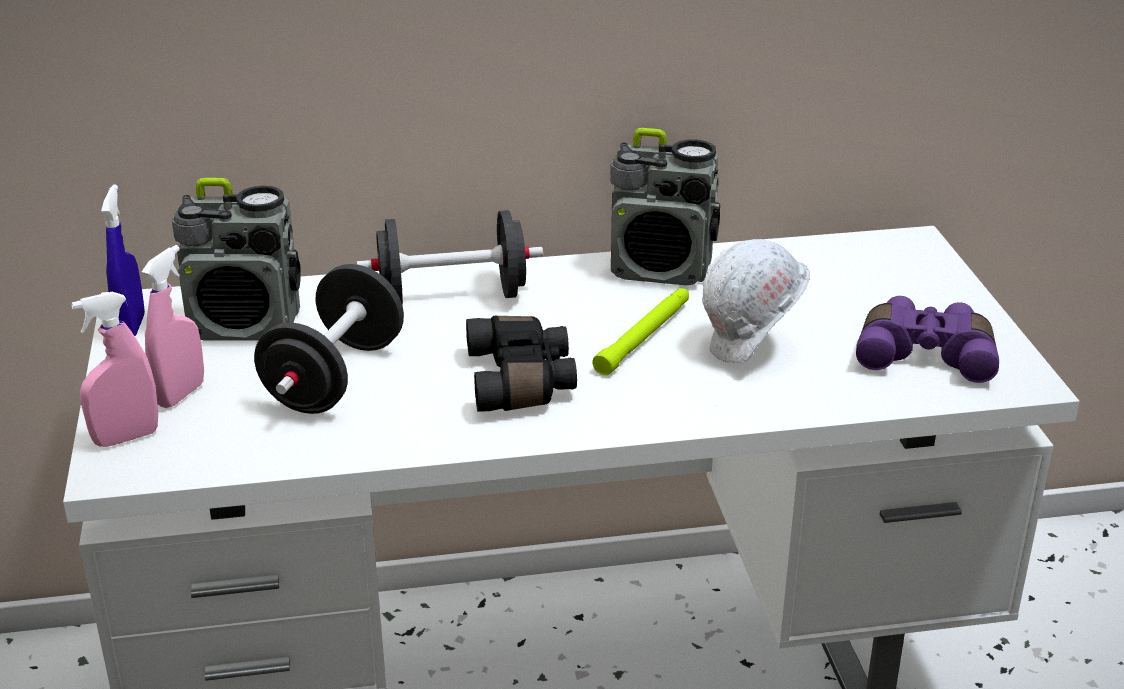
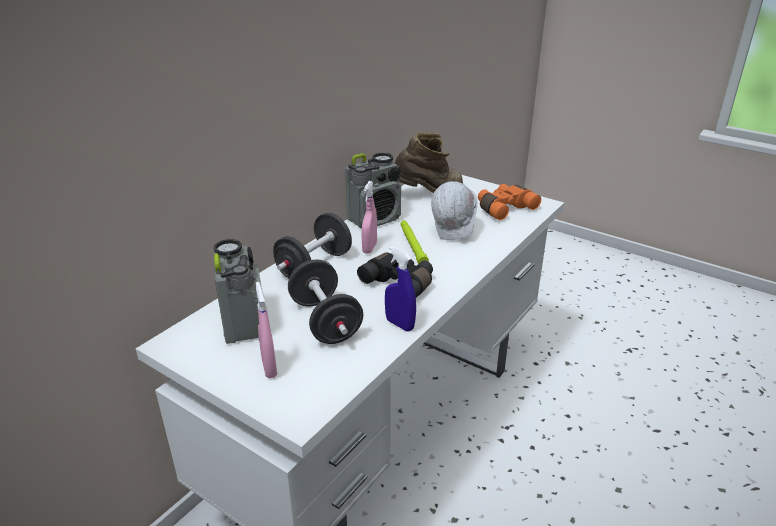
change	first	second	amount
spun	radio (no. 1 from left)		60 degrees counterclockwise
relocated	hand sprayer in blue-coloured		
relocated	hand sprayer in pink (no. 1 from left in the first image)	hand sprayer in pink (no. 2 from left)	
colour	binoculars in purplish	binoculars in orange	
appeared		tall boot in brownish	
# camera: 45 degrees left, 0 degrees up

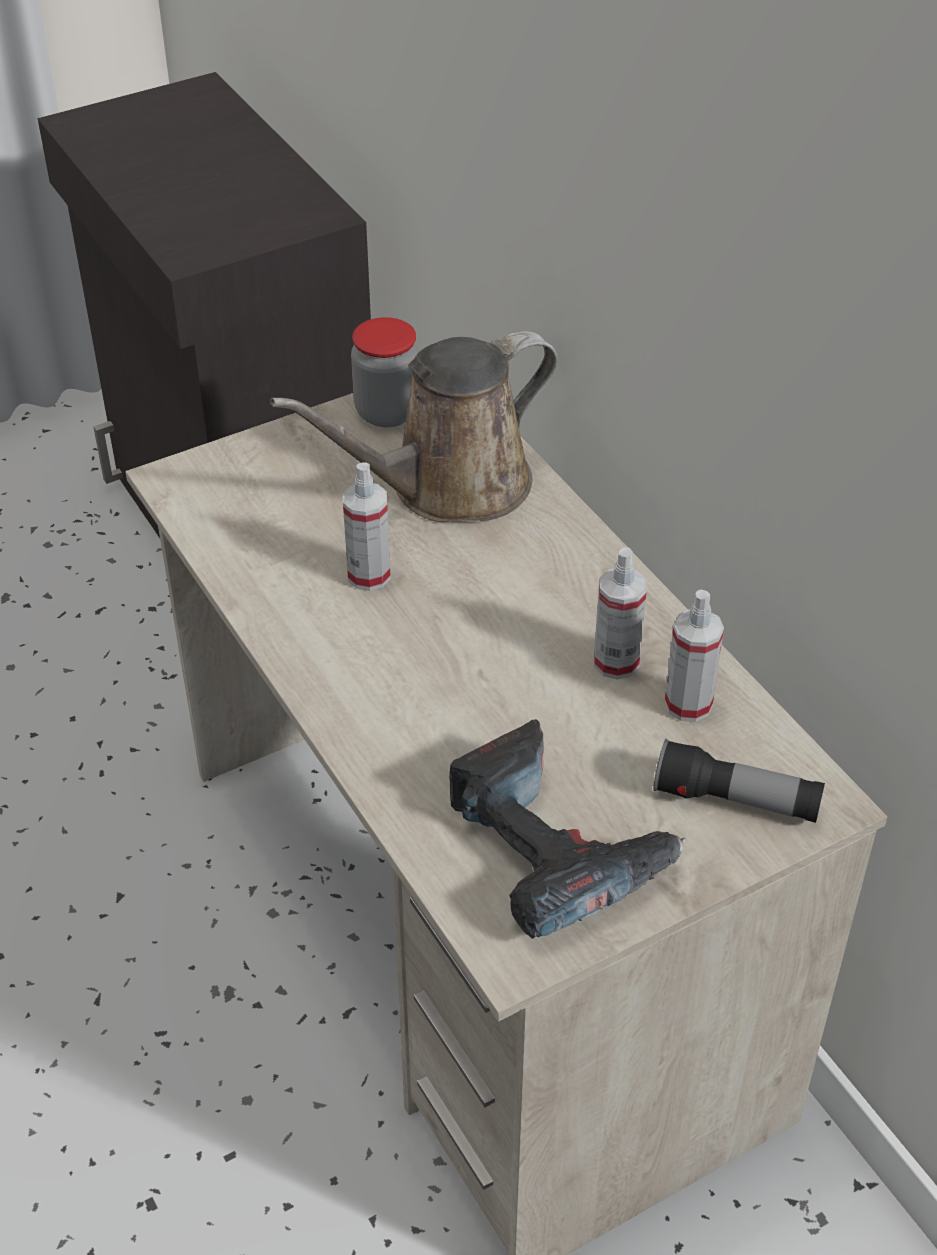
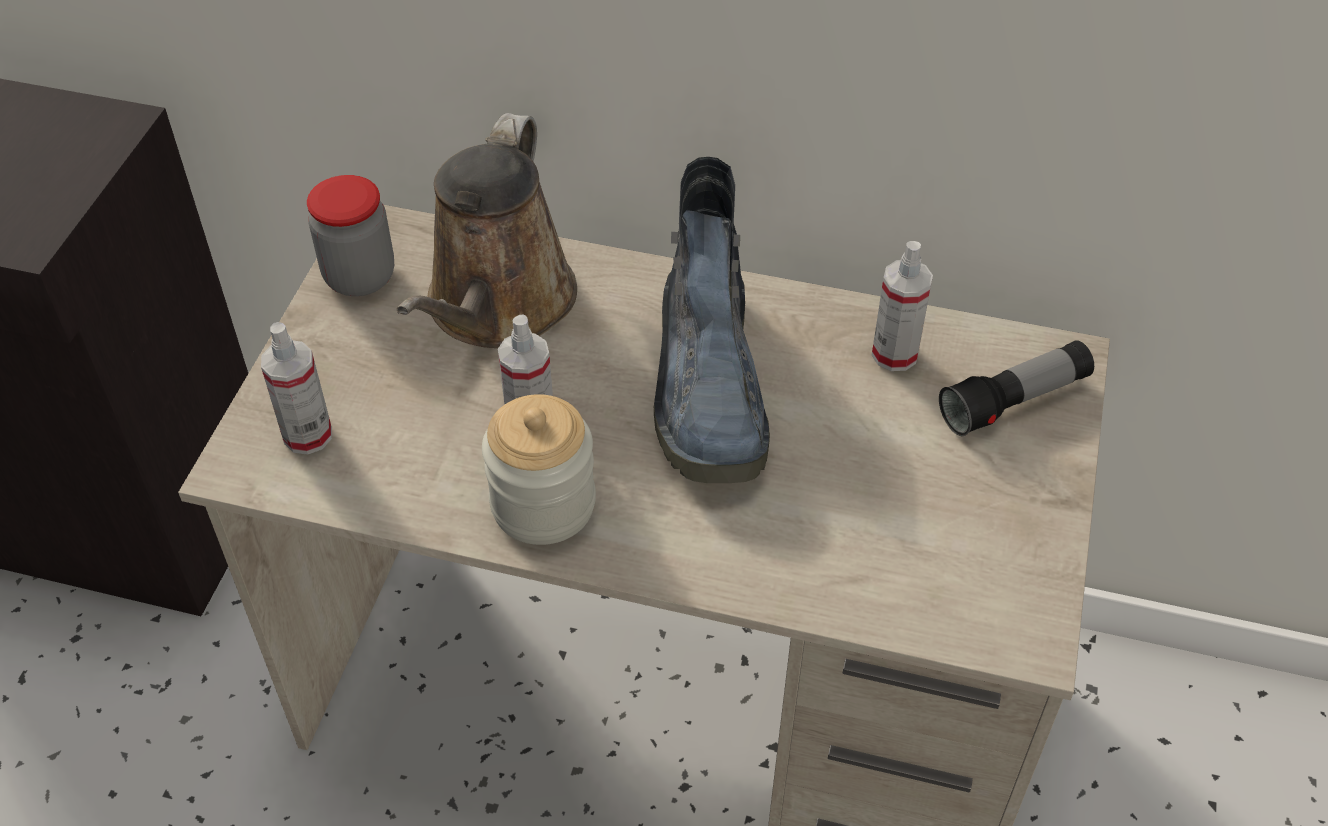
change	first	second	amount
relocated	hand sprayer (no. 2 from left in the first image)	hand sprayer (no. 1 from left)	
missing	drill		
appeared		tall boot	
appeared		jar (no. 2 from left)	
# camera: 45 degrees left, 5 degrees up

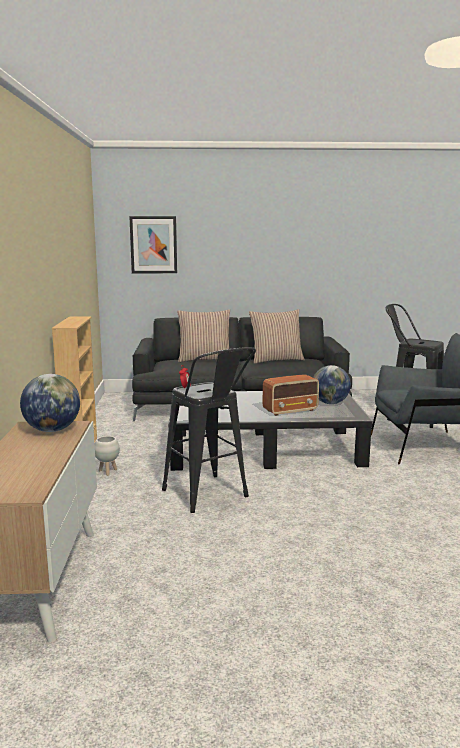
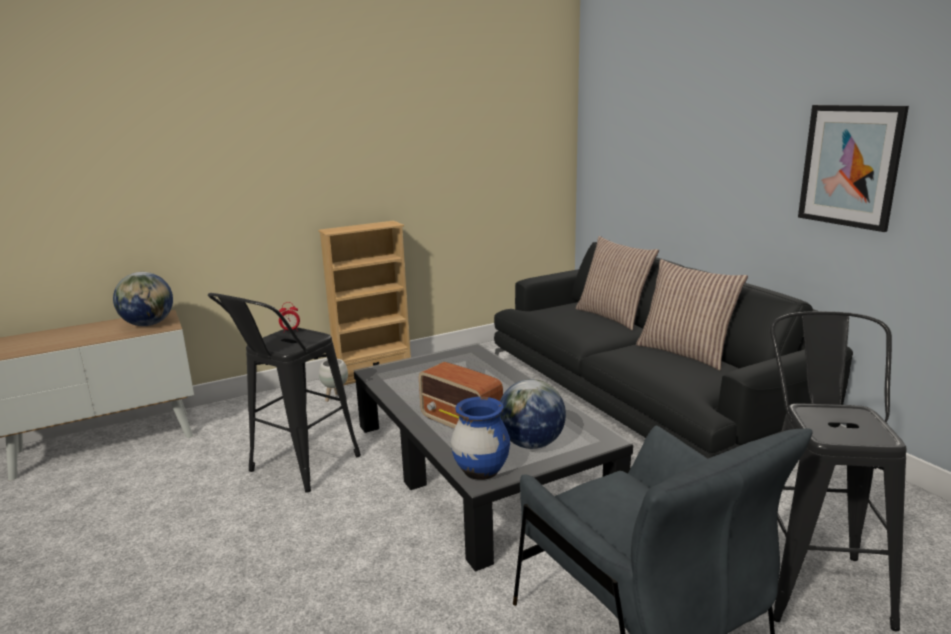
change	first	second	amount
relocated	wall art		
appeared		flower vase in blue-coloured	
# camera: 65 degrees right, 5 degrees up

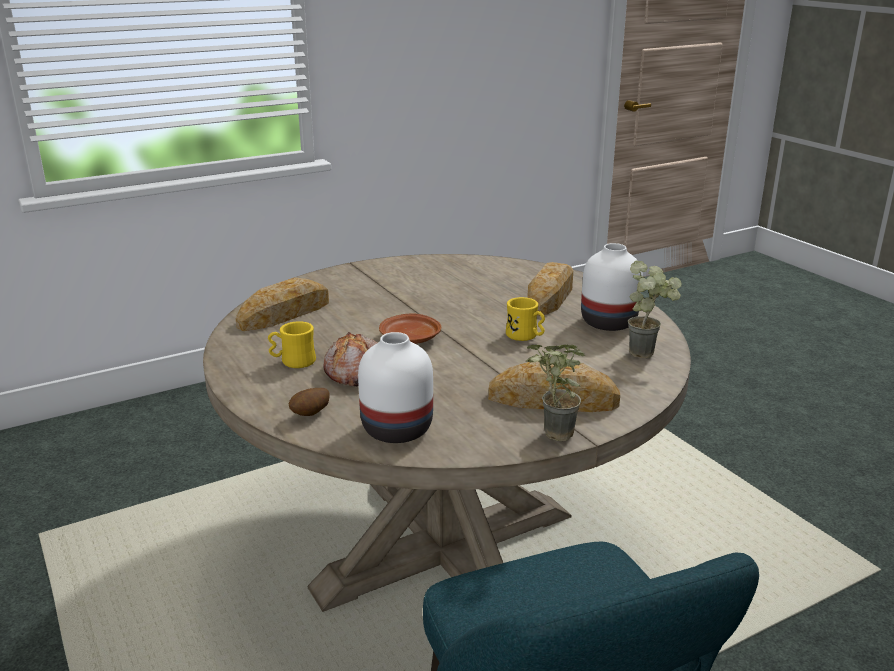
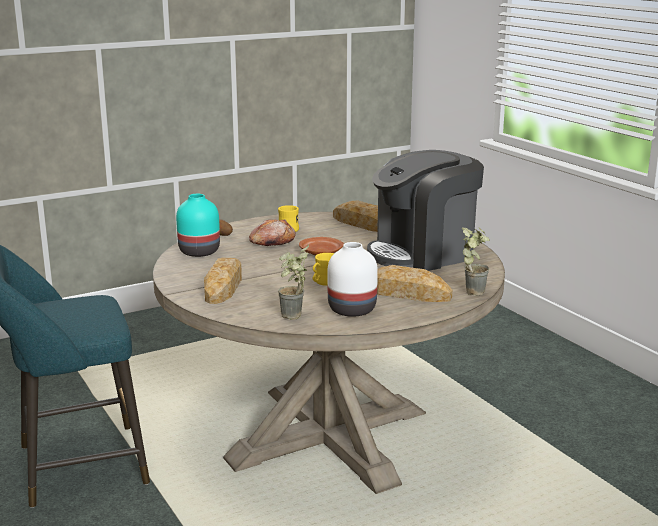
change	first	second	amount
colour	flower vase in whitish (no. 1 from left)	flower vase in turquoise-coloured	
relocated	houseplant (no. 1 from left in the first image)	houseplant (no. 2 from left)	
appeared		coffee brewer	
# camera: 90 degrees right, 5 degrees down

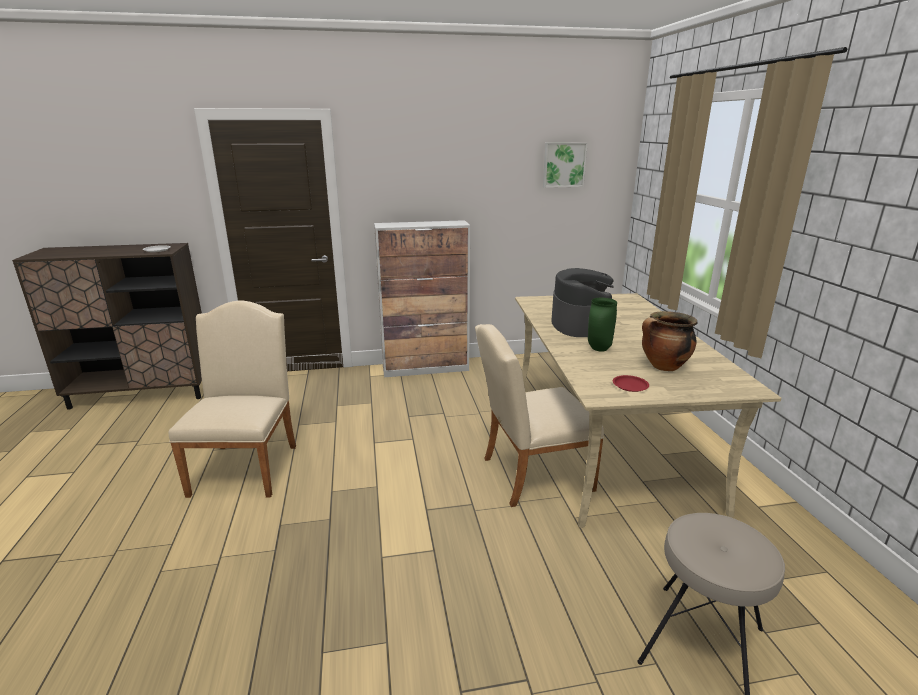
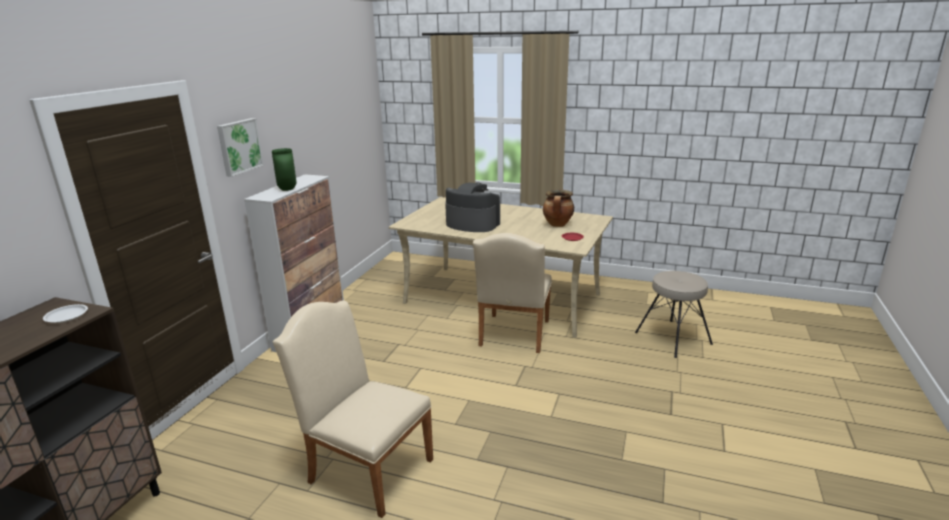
change	first	second	amount
relocated	wall art		
relocated	flower vase in green		
# camera: 60 degrees left, 0 degrees up

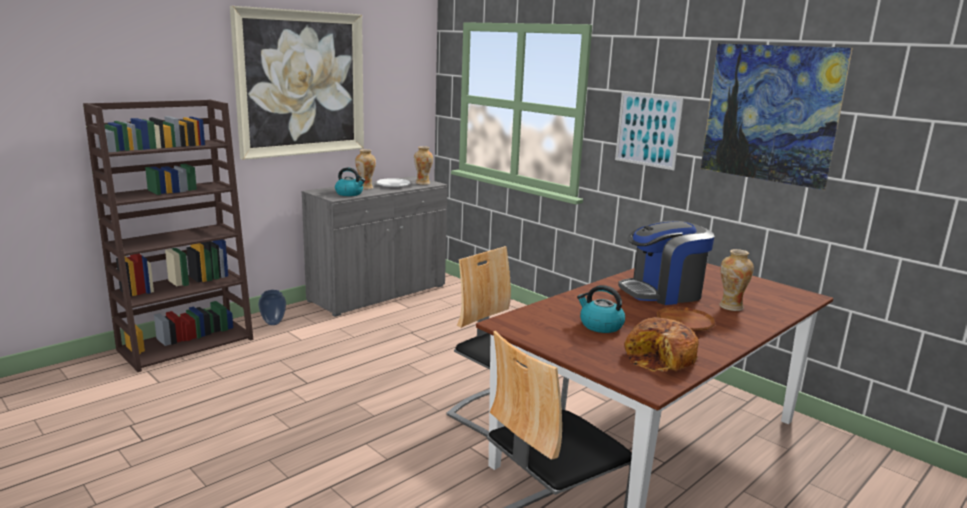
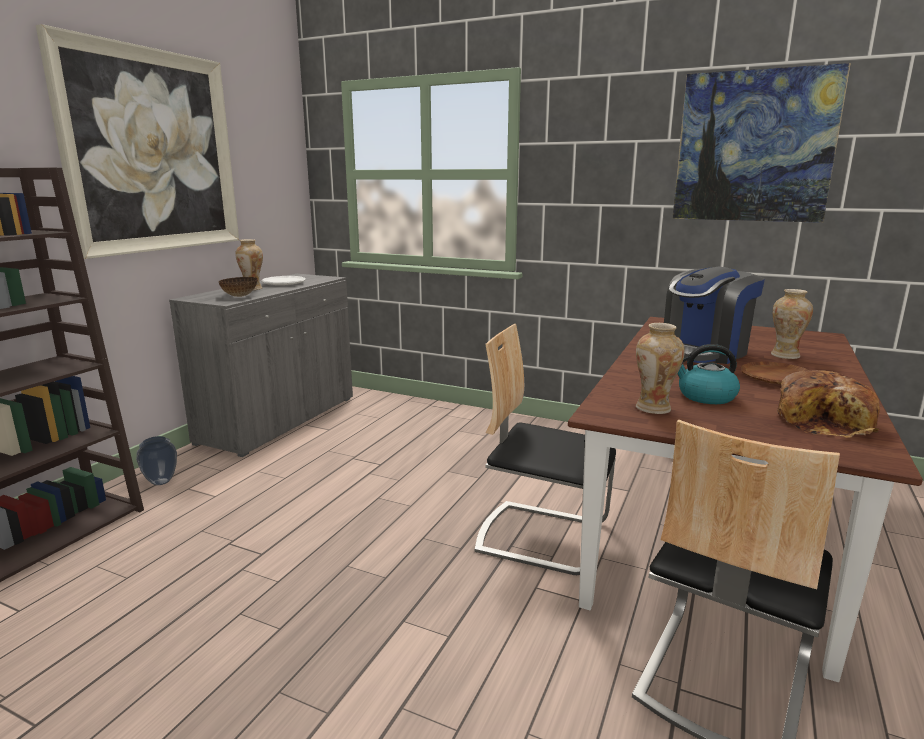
change	first	second	amount
missing	wall art (no. 2 from left)		
relocated	flower vase (no. 3 from left)		
exchanged	kettle (no. 1 from left)	deep dish	
# camera: 20 degrees left, 0 degrees up

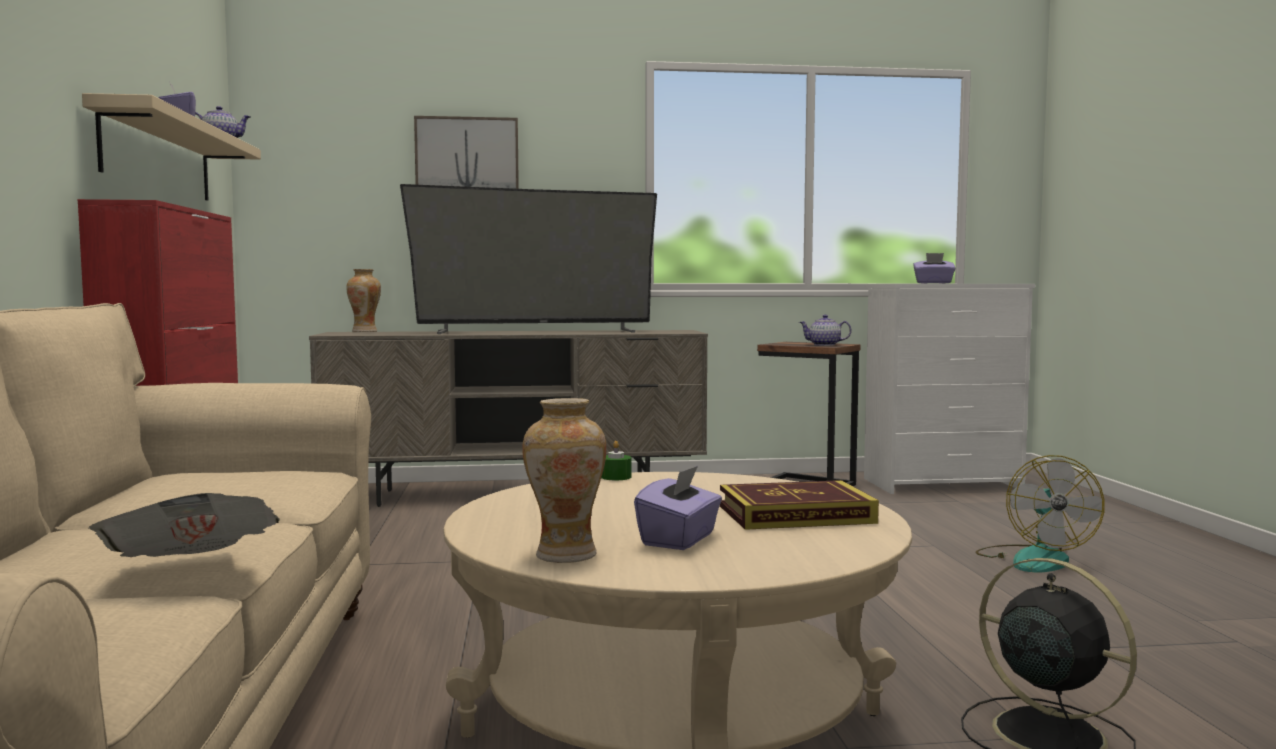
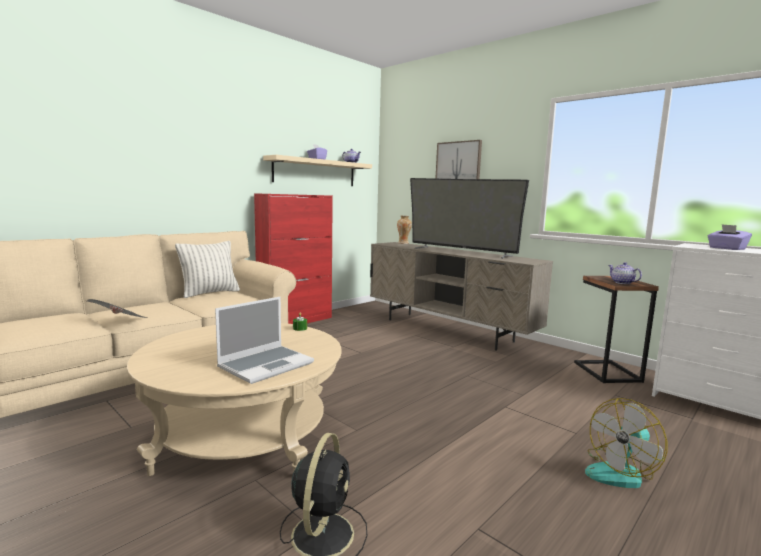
change	first	second	amount
missing	flower vase (no. 2 from left)		
missing	tissue holder in purplish (no. 2 from left)		
exchanged	volume	portable computer	
appeared		pillow	
# camera: 50 degrees right, 5 degrees up

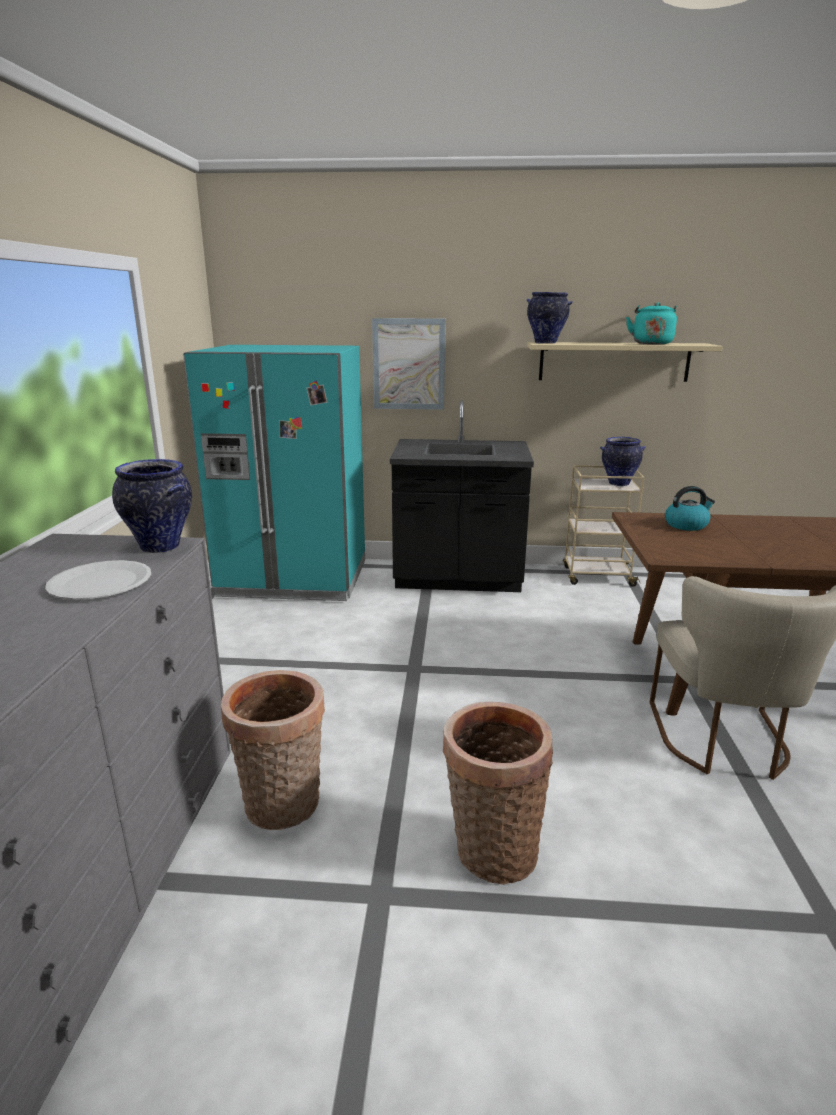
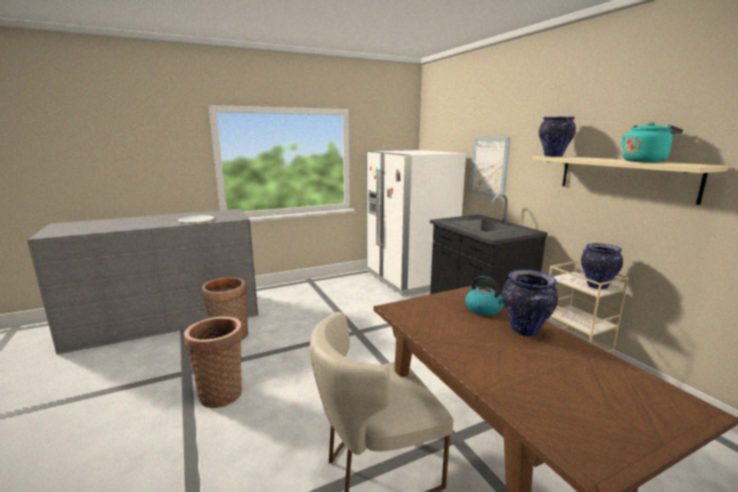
change	first	second	amount
colour	kitchen fridge in turquoise-coloured	kitchen fridge in whitish	
relocated	flower vase (no. 1 from left)		
# camera: 60 degrees right, 5 degrees down

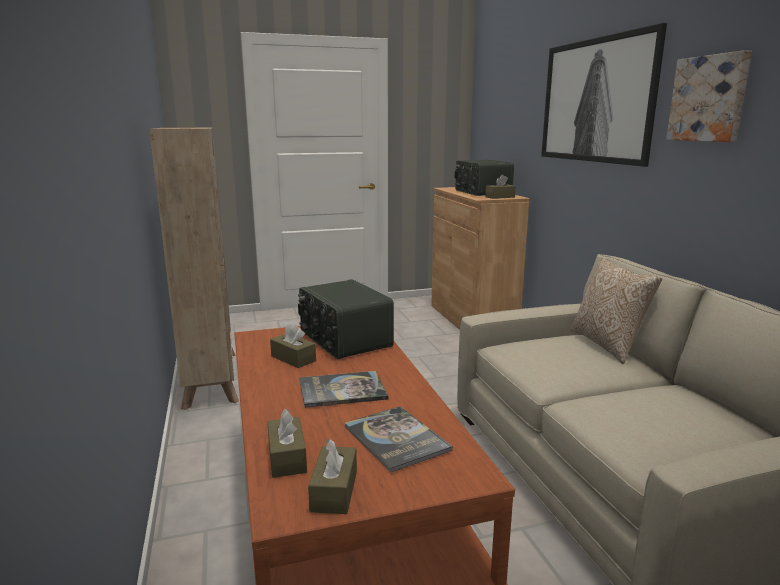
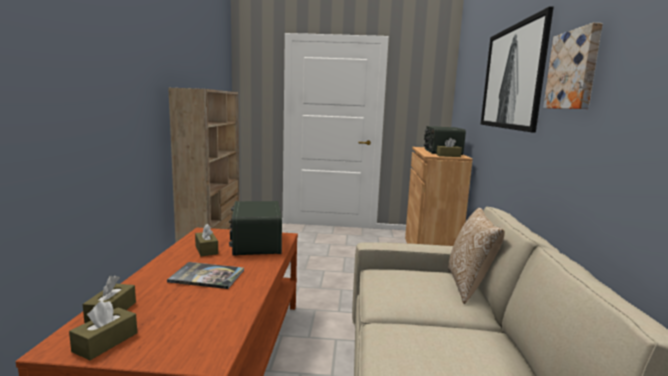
change	first	second	amount
missing	volume (no. 2 from left)		
# camera: 20 degrees right, 5 degrees down

